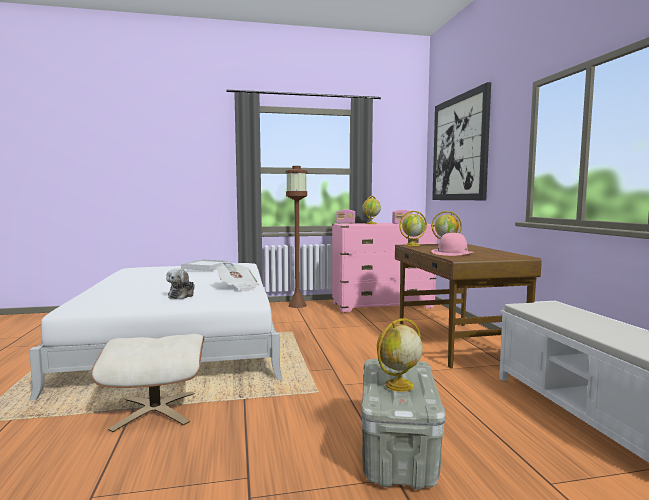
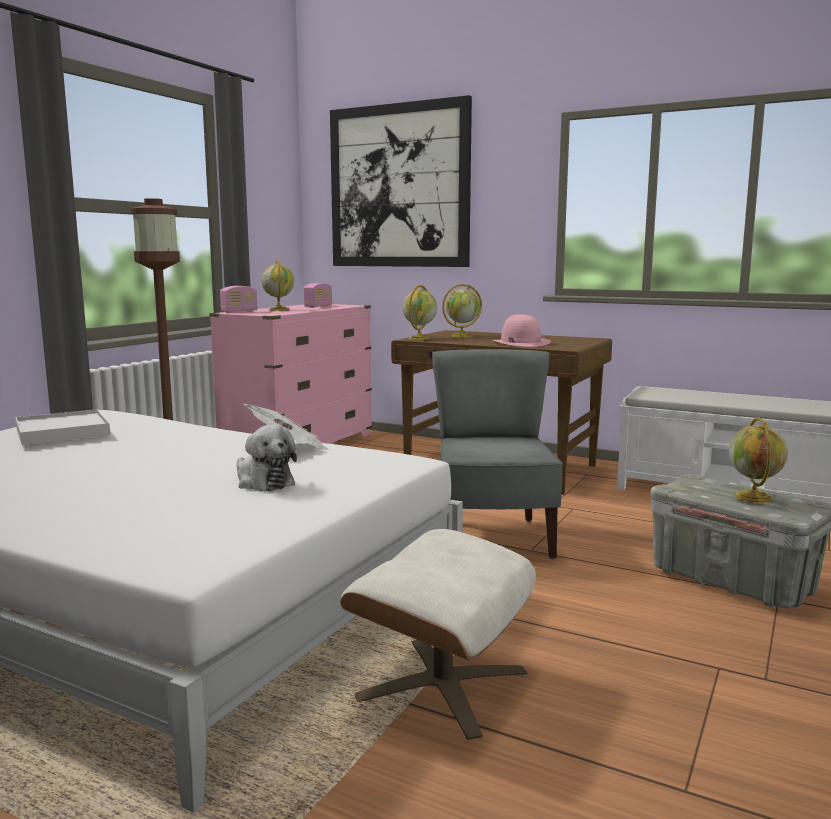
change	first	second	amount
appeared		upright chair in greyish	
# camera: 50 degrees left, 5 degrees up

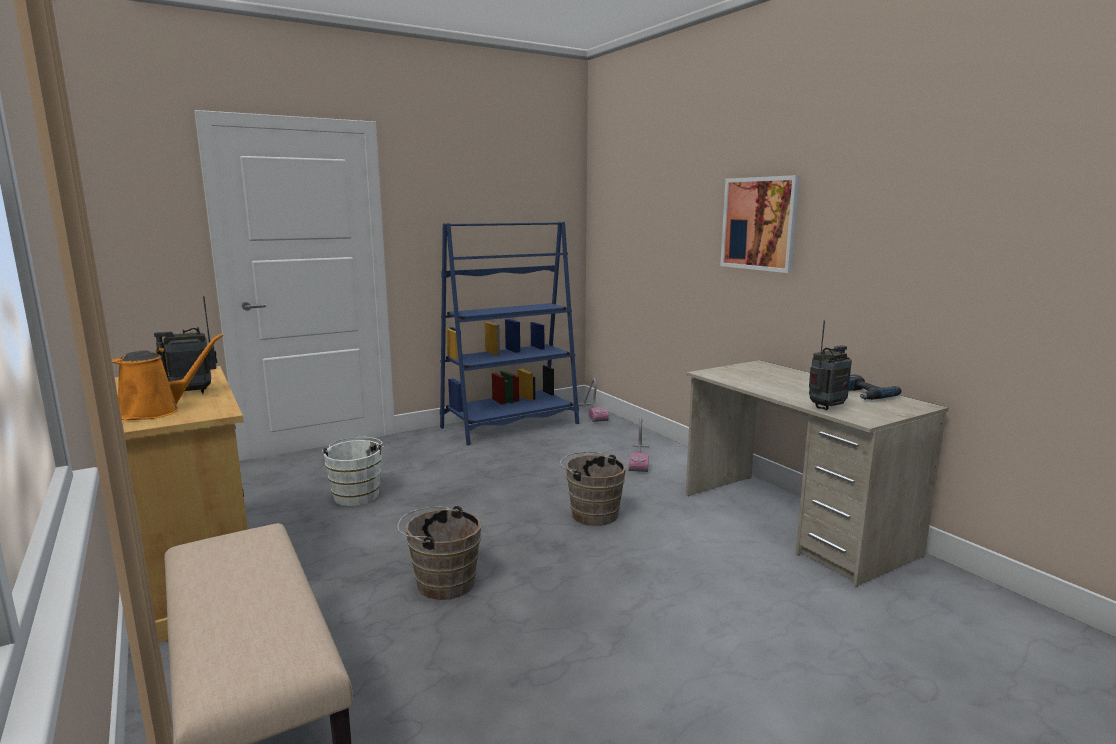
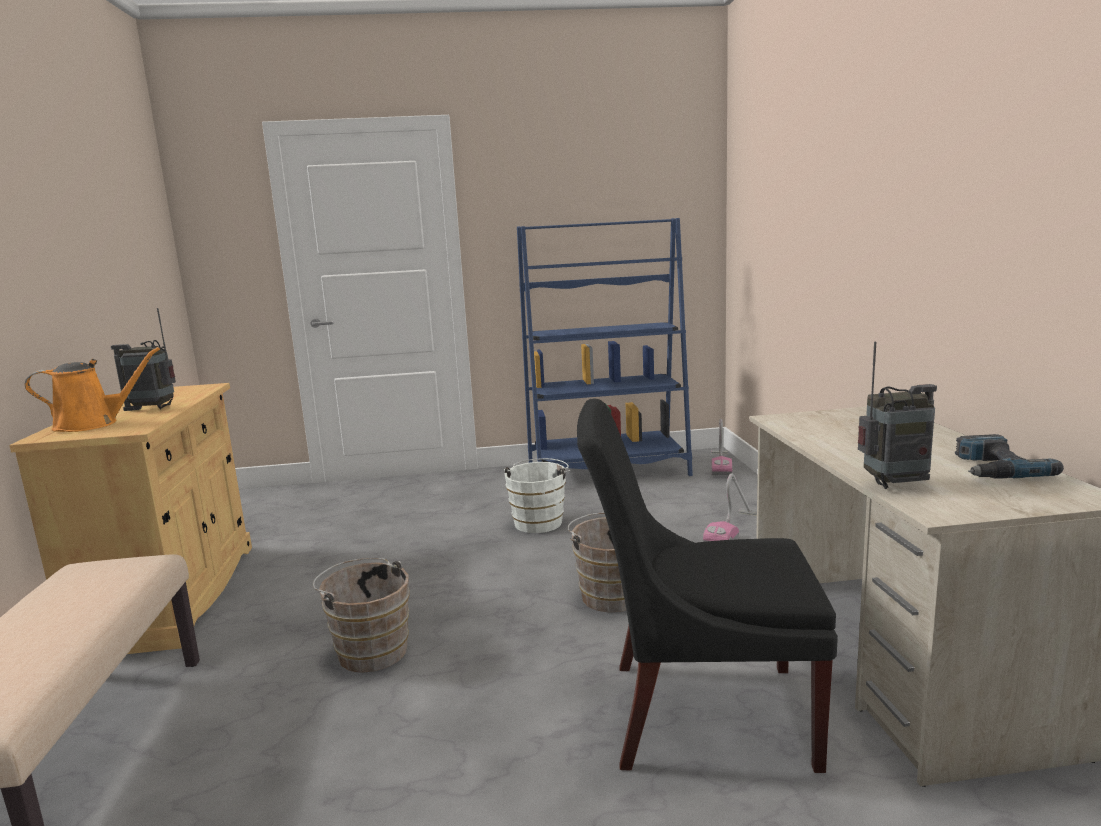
change	first	second	amount
missing	wall art		
relocated	bucket in whitish		
appeared		upright chair in black-coloured	
# camera: 25 degrees right, 0 degrees up

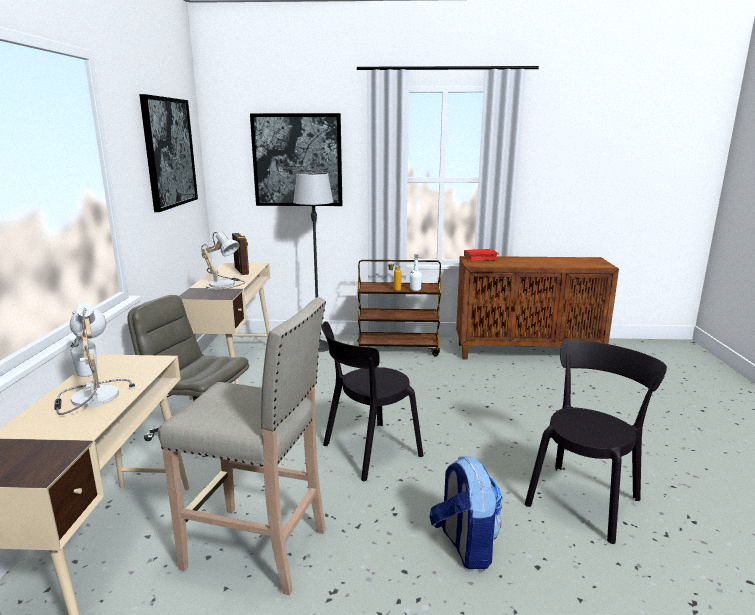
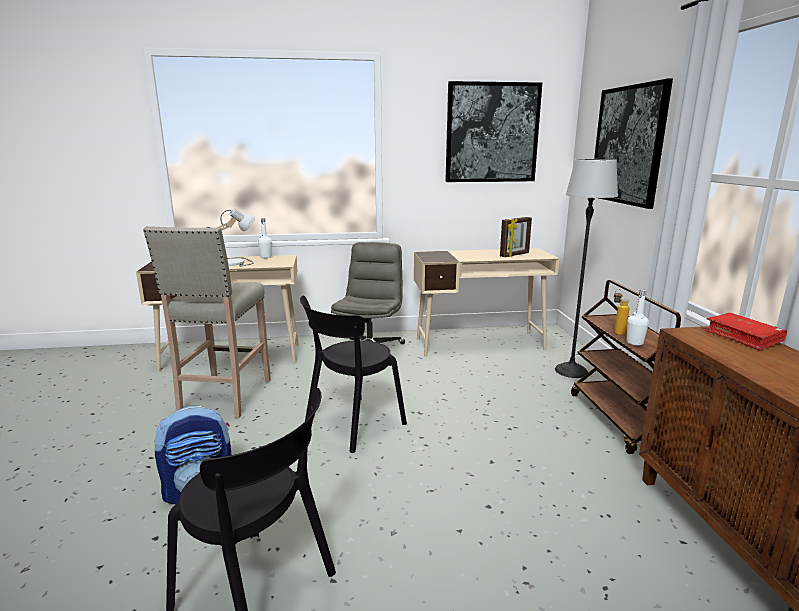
change	first	second	amount
missing	tabletop lamp (no. 2 from left)		
spun	upright chair in black-coloured (no. 1 from left in the first image)	upright chair in black-coloured (no. 2 from left)	90 degrees counterclockwise
# camera: 80 degrees right, 0 degrees up

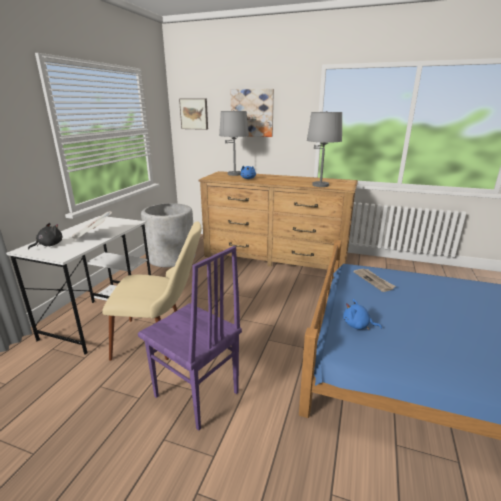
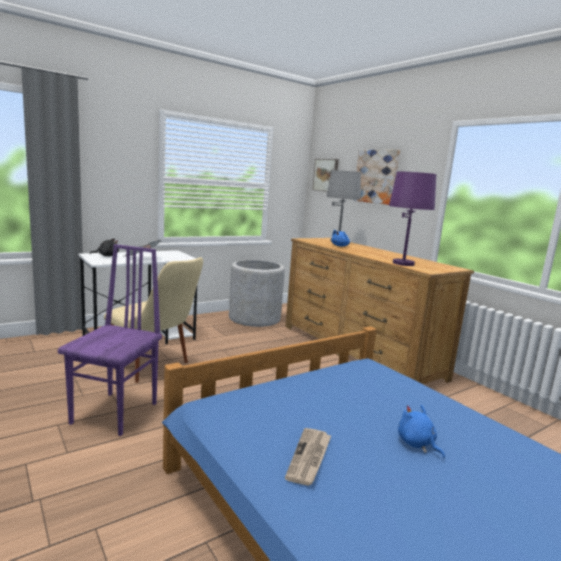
change	first	second	amount
colour	tabletop lamp in greyish (no. 2 from left)	tabletop lamp in purplish	
spun	upright chair in purplish		150 degrees counterclockwise
relocated	printed paper (no. 2 from left)		
relocated	soft toy in blue-coloured (no. 2 from left)		
# camera: 35 degrees right, 10 degrees down

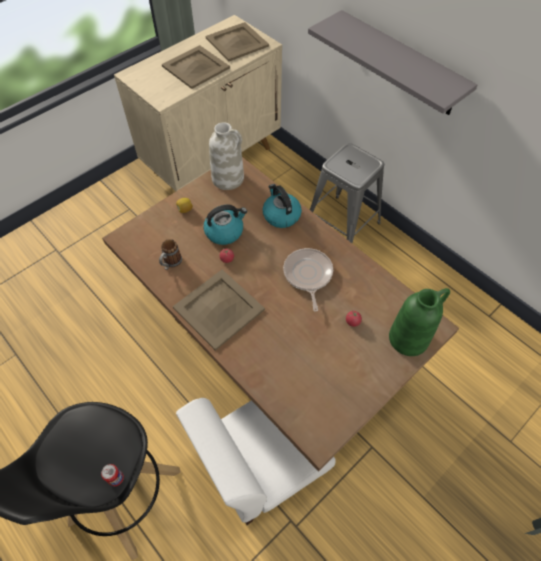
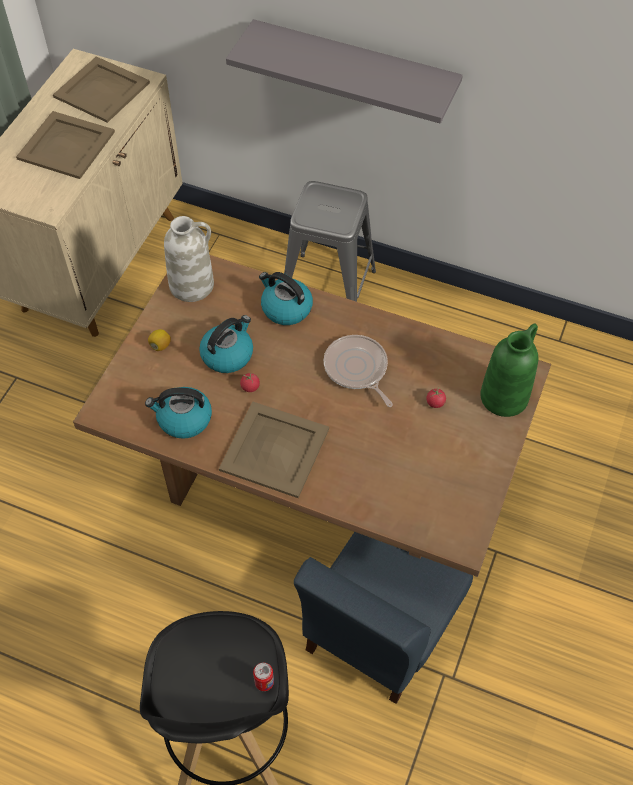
change	first	second	amount
exchanged	mug	kettle (no. 1 from left)	
colour	upright chair in whitish	upright chair in blue-coloured	
# camera: 25 degrees left, 0 degrees up

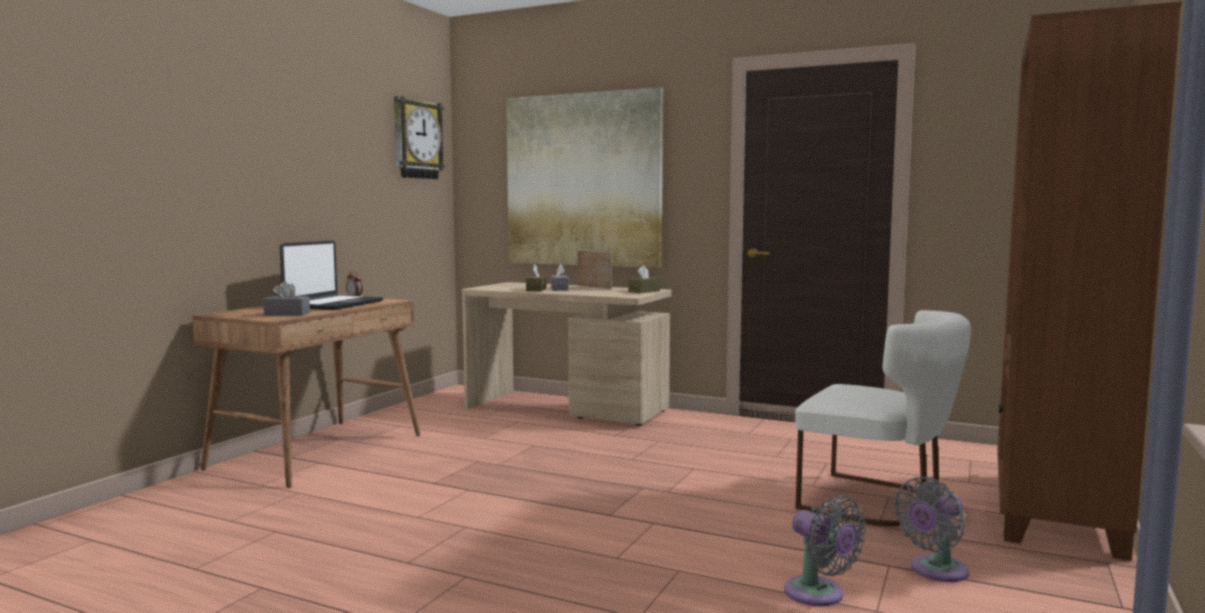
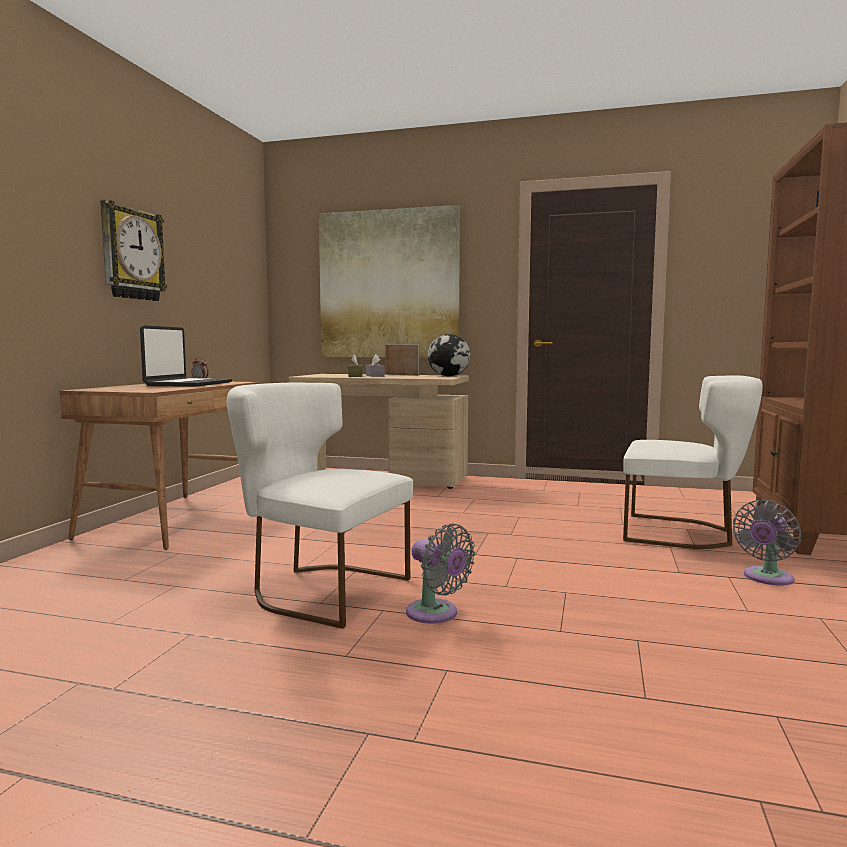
change	first	second	amount
relocated	clock on the wall		
exchanged	tissue holder in brownish (no. 2 from left)	globe	
missing	tissue holder in greyish (no. 1 from left)		
relocated	cooling fan in greyish (no. 1 from left)		
appeared		upright chair in whitish (no. 1 from left)	
# camera: 10 degrees left, 0 degrees up

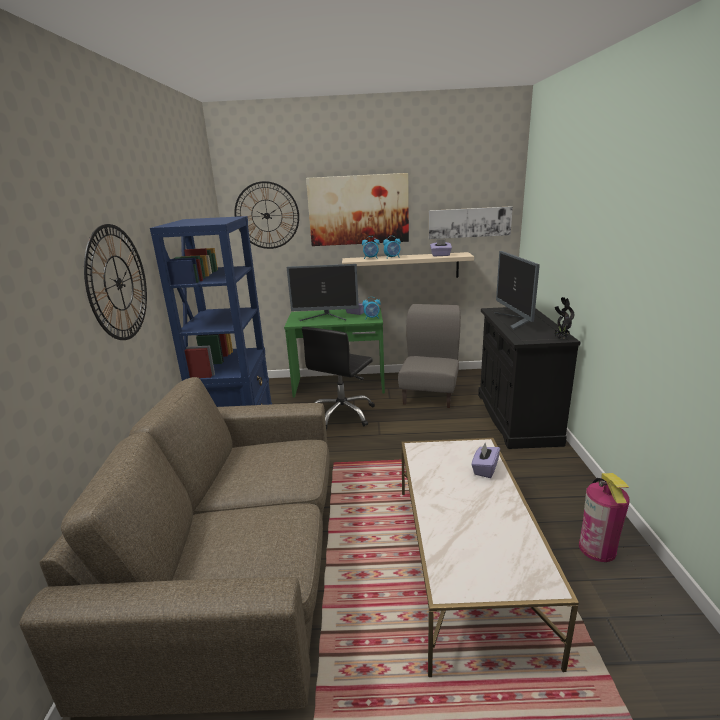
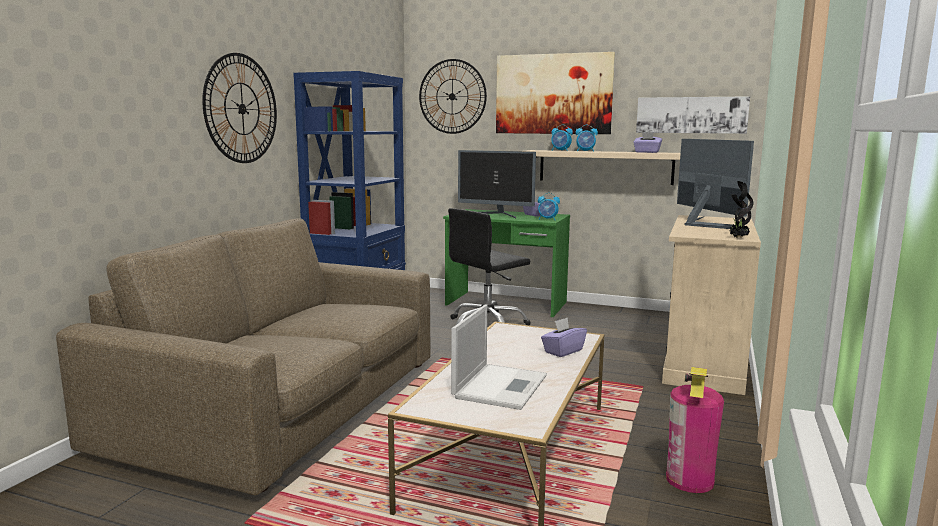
change	first	second	amount
spun	monitor (no. 2 from left)		150 degrees clockwise
missing	upright chair in greyish		
colour	storage cabinet in black-coloured	storage cabinet in beige-coloured	
appeared		portable computer	
# camera: 20 degrees right, 10 degrees down

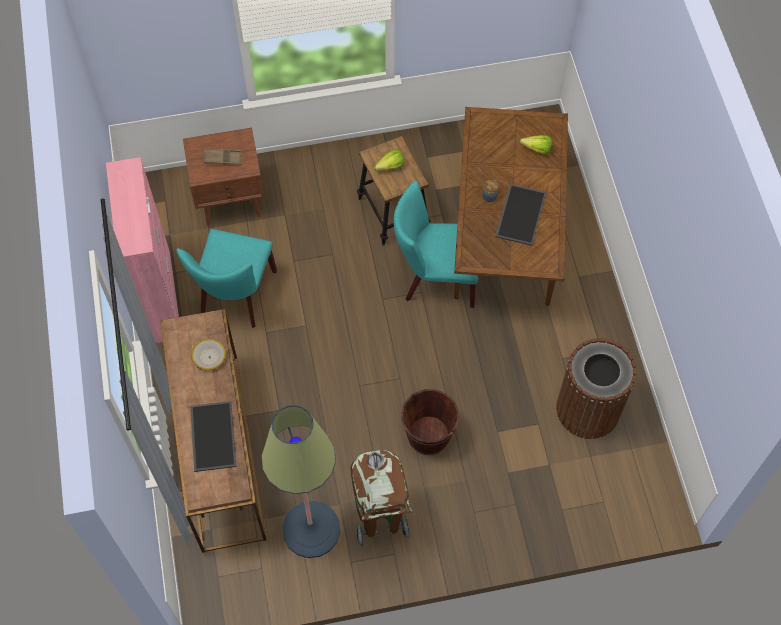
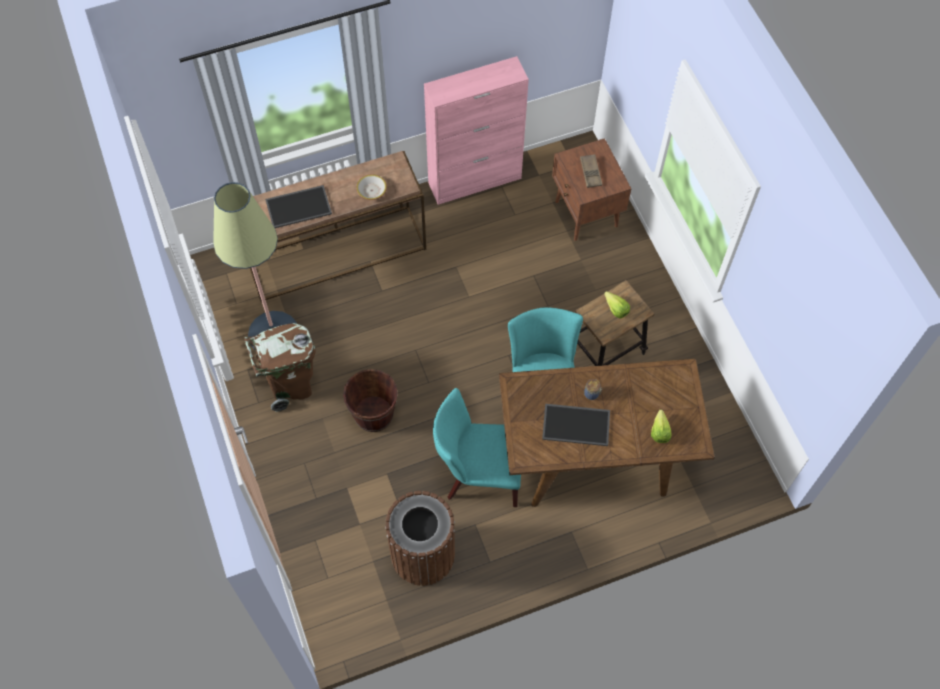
change	first	second	amount
relocated	upright chair in turquoise-coloured (no. 1 from left)		
# camera: 80 degrees right, 0 degrees up

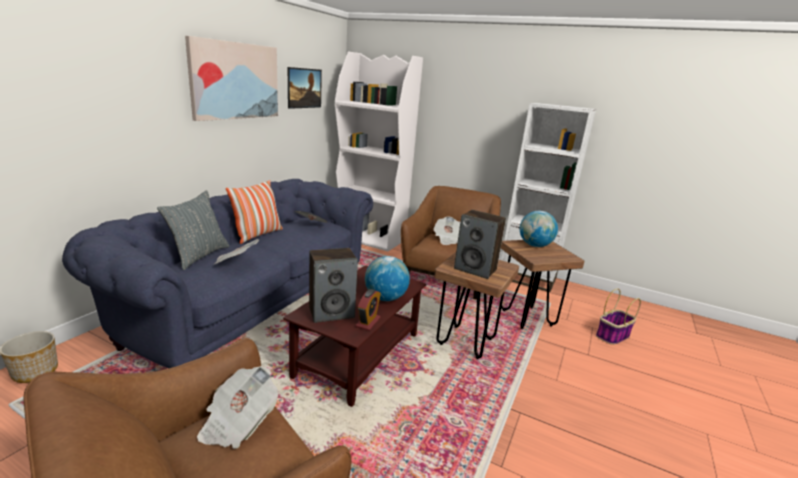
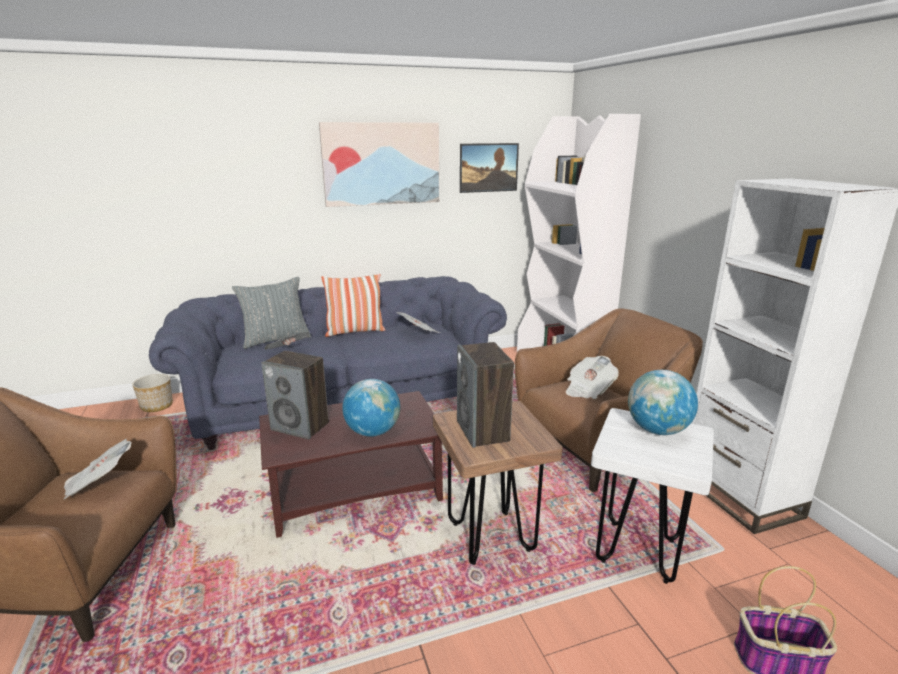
change	first	second	amount
colour	stool seat in brownish (no. 2 from left)	stool seat in whitish	
missing	bedside clock		
# camera: 45 degrees right, 0 degrees up

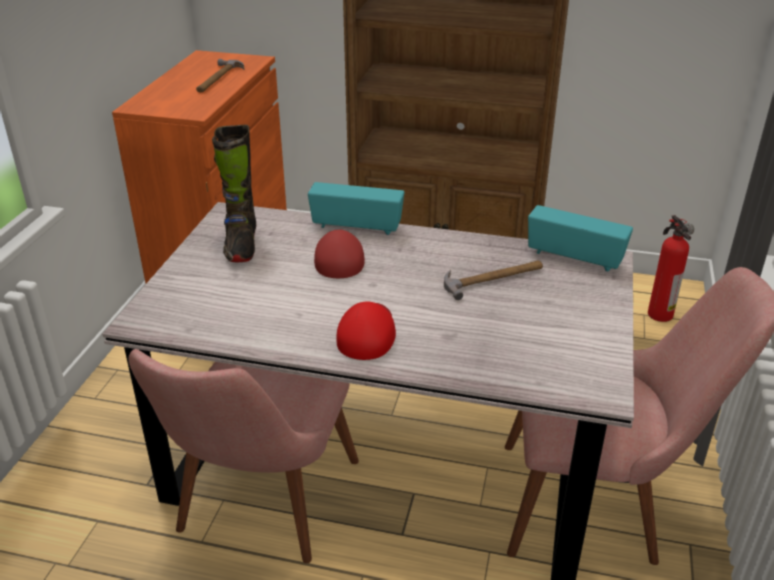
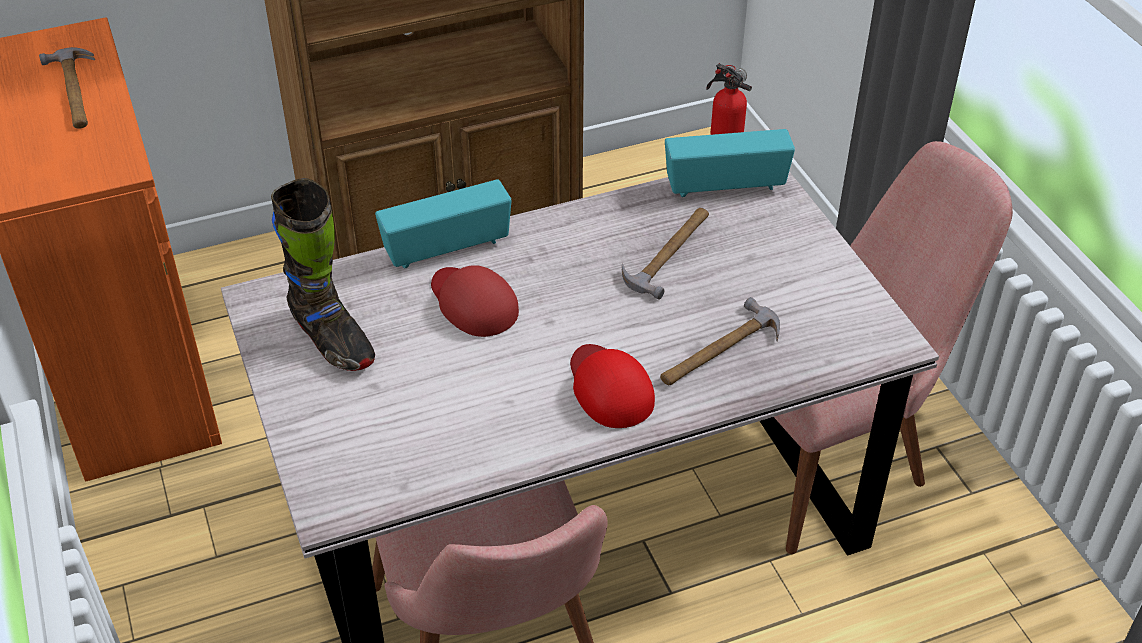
change	first	second	amount
appeared		tool hammer (no. 3 from left)	
# camera: 35 degrees left, 10 degrees up

